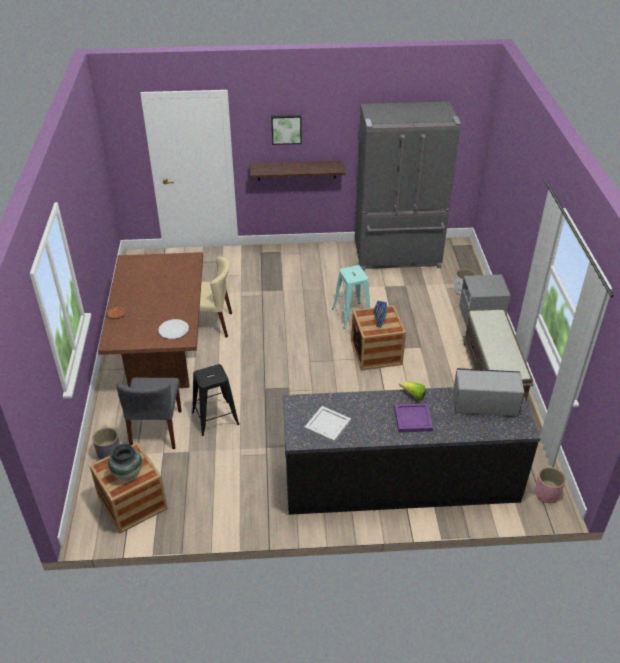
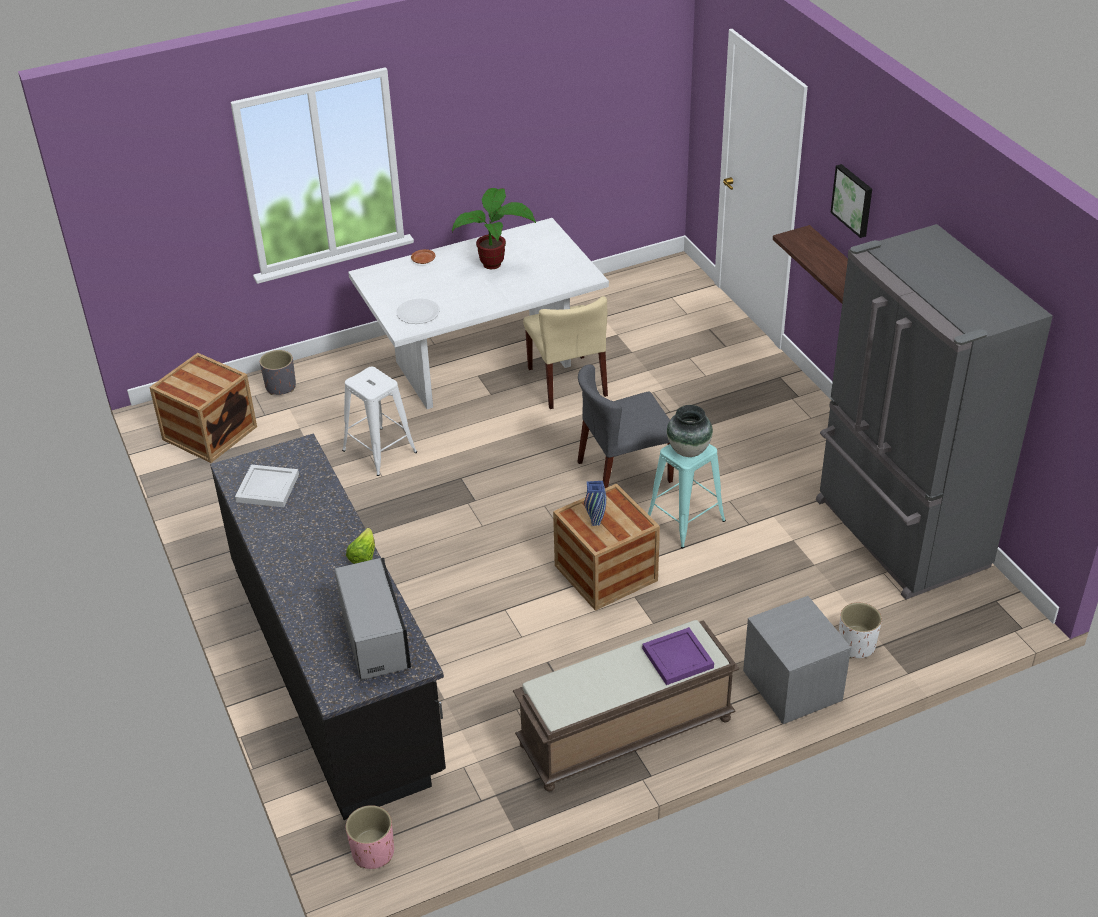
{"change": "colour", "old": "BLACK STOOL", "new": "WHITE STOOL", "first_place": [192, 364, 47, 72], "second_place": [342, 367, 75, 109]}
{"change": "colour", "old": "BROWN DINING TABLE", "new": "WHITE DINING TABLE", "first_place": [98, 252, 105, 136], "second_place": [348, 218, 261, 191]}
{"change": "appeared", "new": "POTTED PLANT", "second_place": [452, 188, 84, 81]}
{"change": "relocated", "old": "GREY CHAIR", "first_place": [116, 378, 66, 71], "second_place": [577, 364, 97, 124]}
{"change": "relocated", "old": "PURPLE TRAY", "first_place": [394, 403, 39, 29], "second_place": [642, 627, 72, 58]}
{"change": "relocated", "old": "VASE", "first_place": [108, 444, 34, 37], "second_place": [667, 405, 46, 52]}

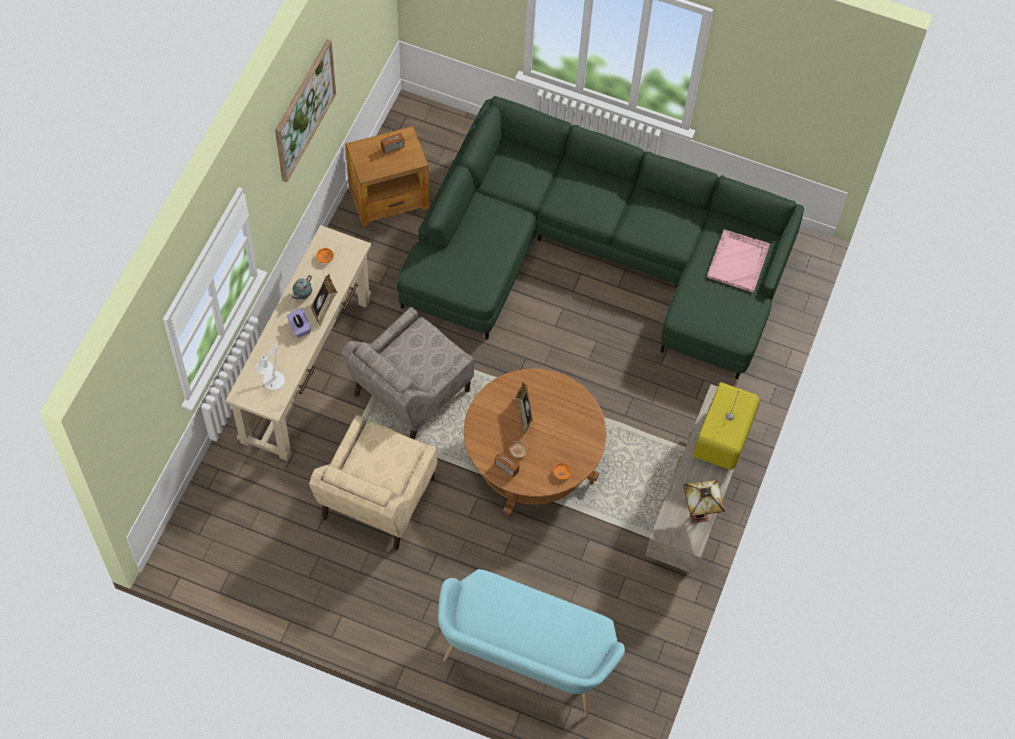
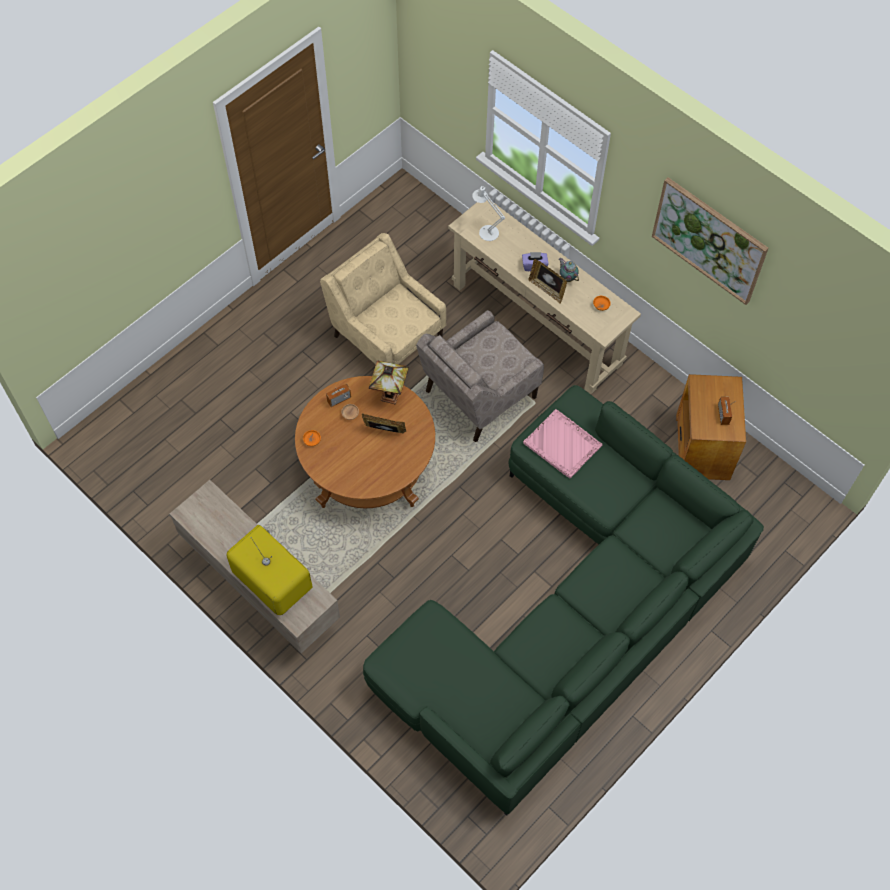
{"change": "relocated", "old": "TABLE LAMP", "first_place": [684, 480, 41, 43], "second_place": [369, 360, 40, 44]}
{"change": "spun", "old": "BEIGE ARMCHAIR", "first_place": [341, 307, 133, 133], "second_place": [416, 310, 128, 132], "degrees": -105}
{"change": "relocated", "old": "PINK TRAY", "first_place": [707, 230, 63, 63], "second_place": [523, 409, 79, 70]}
{"change": "missing", "old": "TURQUOISE BENCH", "first_place": [438, 569, 187, 149]}

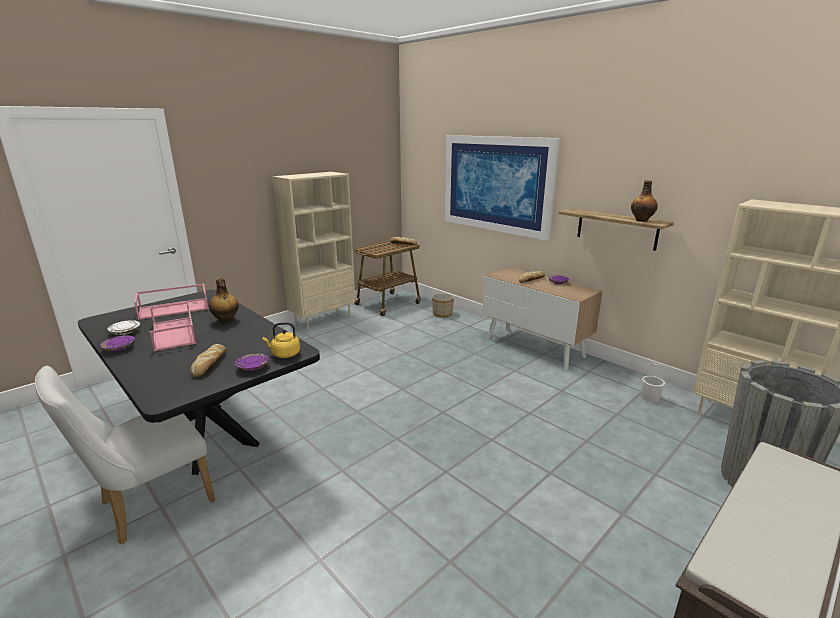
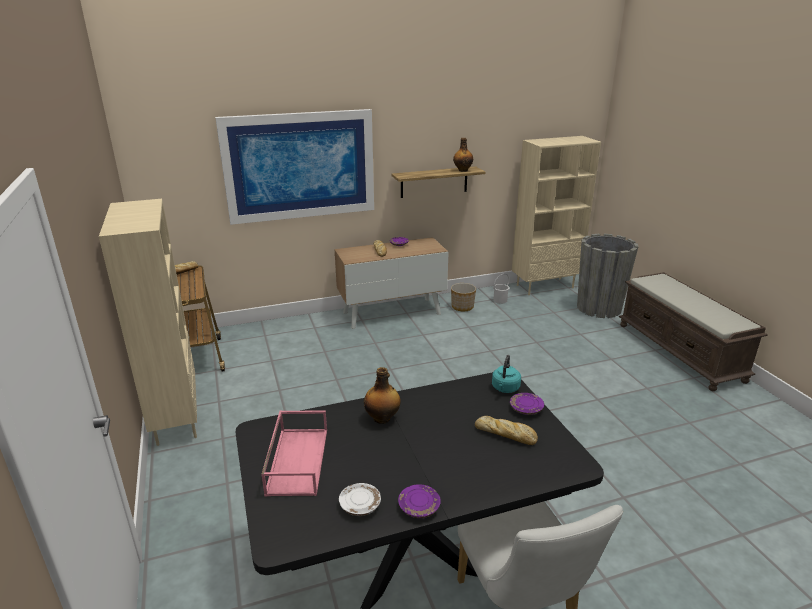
{"change": "relocated", "old": "PLANTER", "first_place": [432, 293, 22, 25], "second_place": [451, 283, 25, 29]}
{"change": "colour", "old": "YELLOW KETTLE", "new": "TURQUOISE KETTLE", "first_place": [263, 322, 37, 36], "second_place": [492, 355, 29, 38]}
{"change": "missing", "old": "PINK TRAY", "first_place": [150, 301, 46, 50]}

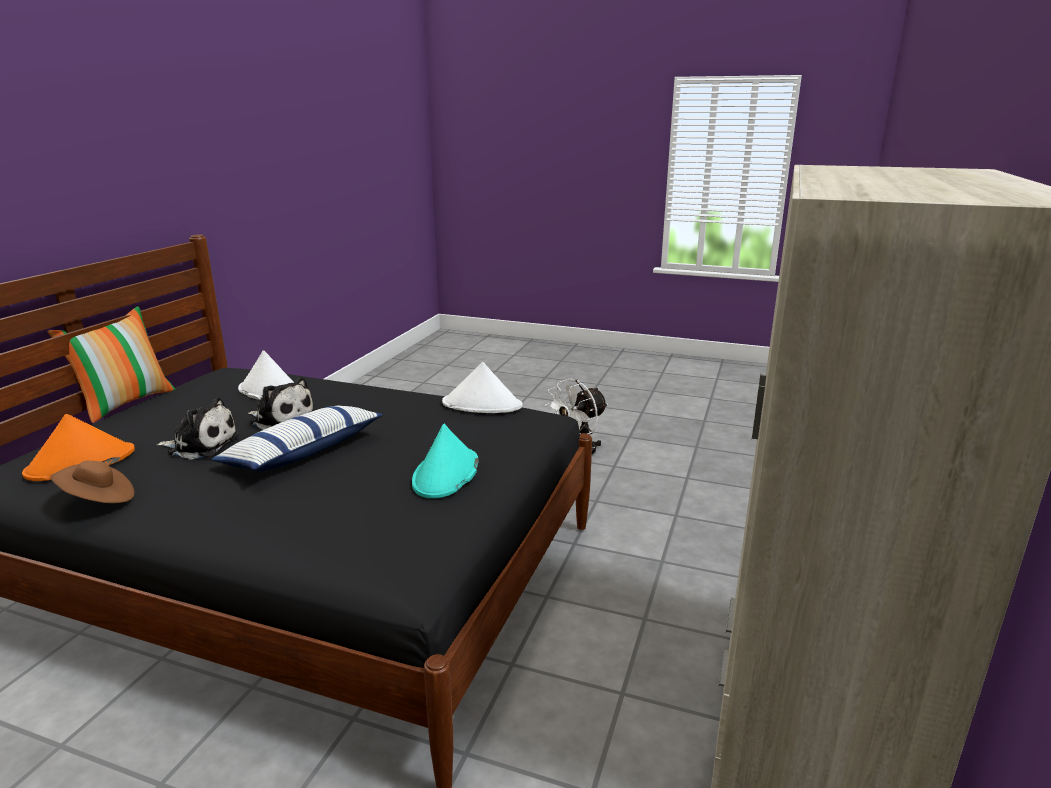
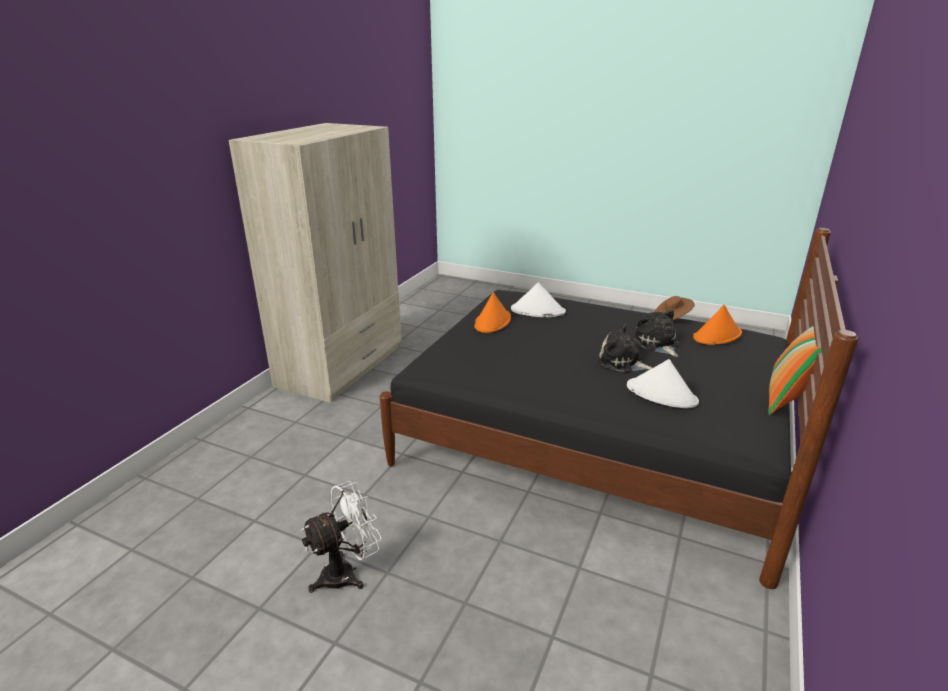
{"change": "colour", "old": "TURQUOISE HAT", "new": "ORANGE HAT", "first_place": [412, 424, 66, 74], "second_place": [474, 292, 37, 41]}
{"change": "relocated", "old": "WHITE HAT", "first_place": [442, 362, 81, 51], "second_place": [511, 282, 55, 35]}
{"change": "spun", "old": "PLUSH TOY", "first_place": [156, 397, 83, 63], "second_place": [634, 310, 46, 47], "degrees": 60}
{"change": "missing", "old": "PILLOW", "first_place": [211, 406, 172, 66]}

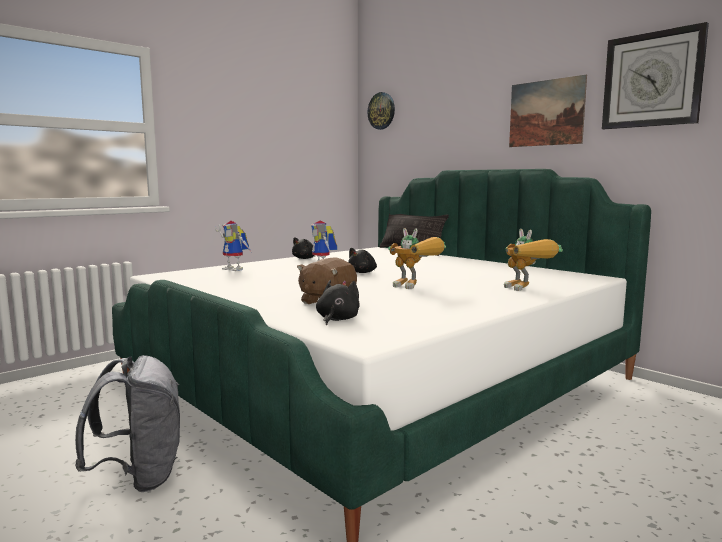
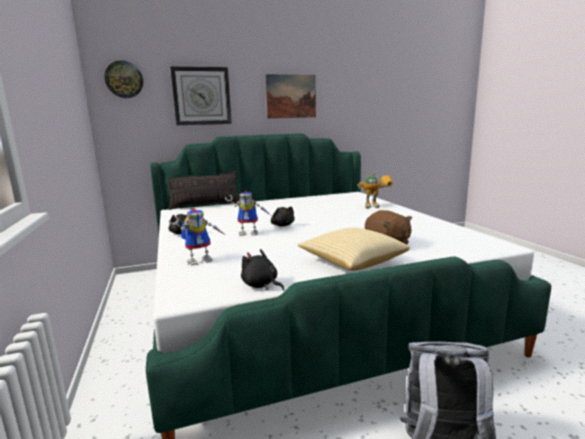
{"change": "relocated", "old": "WALL CLOCK", "first_place": [602, 22, 107, 107], "second_place": [170, 66, 62, 59]}
{"change": "relocated", "old": "BLACK PLUSH TOY", "first_place": [316, 280, 44, 45], "second_place": [241, 249, 43, 41]}
{"change": "appeared", "new": "PILLOW", "second_place": [298, 228, 112, 43]}
{"change": "missing", "old": "TOY ROBOT", "first_place": [388, 228, 58, 61]}

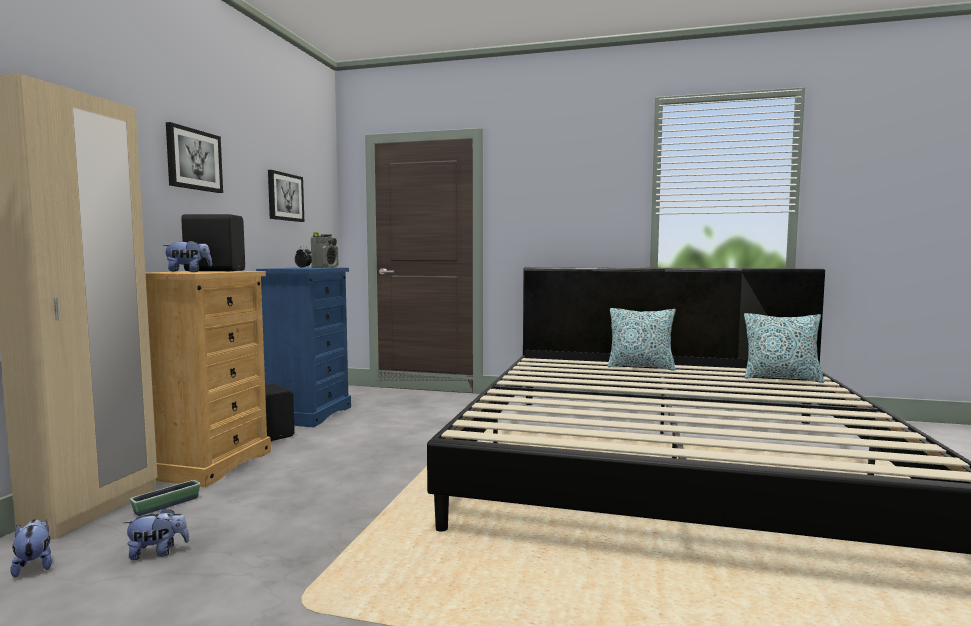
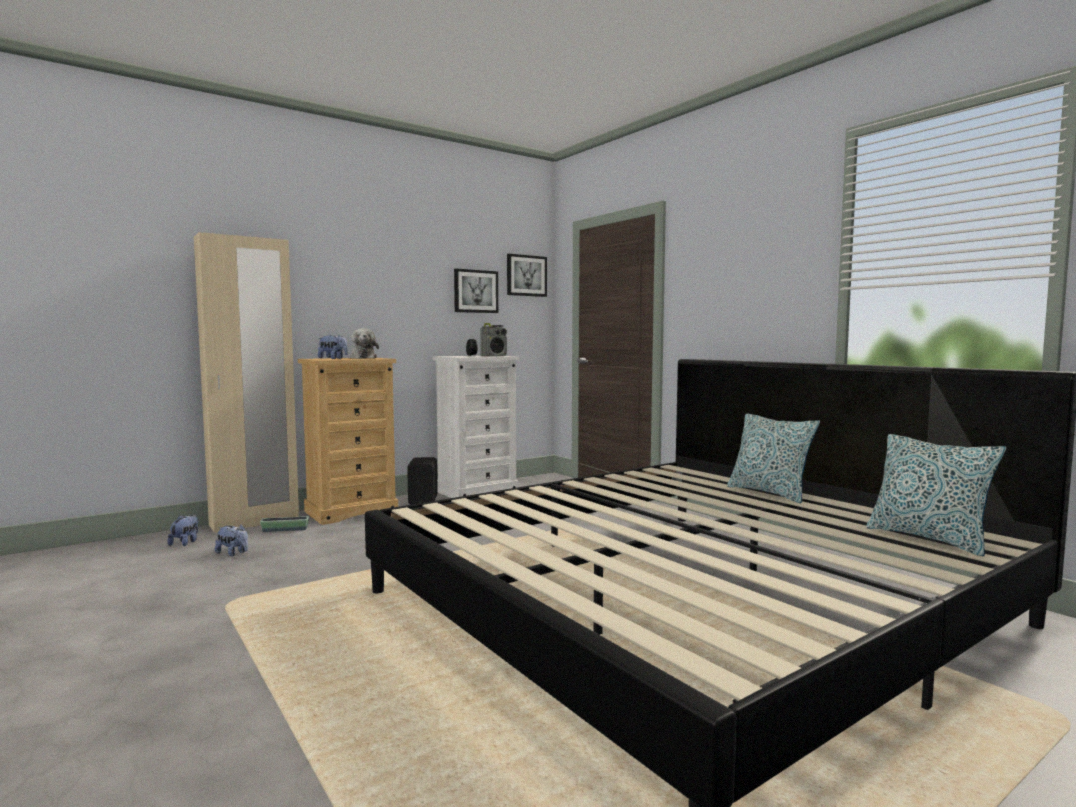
{"change": "exchanged", "old": "BLACK SPEAKER", "new": "PLUSH TOY", "first_place": [181, 214, 64, 57], "second_place": [349, 328, 30, 31]}
{"change": "colour", "old": "BLUE DRESSER", "new": "WHITE DRESSER", "first_place": [256, 267, 95, 160], "second_place": [432, 356, 87, 142]}
{"change": "relocated", "old": "PICTURE", "first_place": [166, 122, 57, 71], "second_place": [507, 254, 40, 43]}

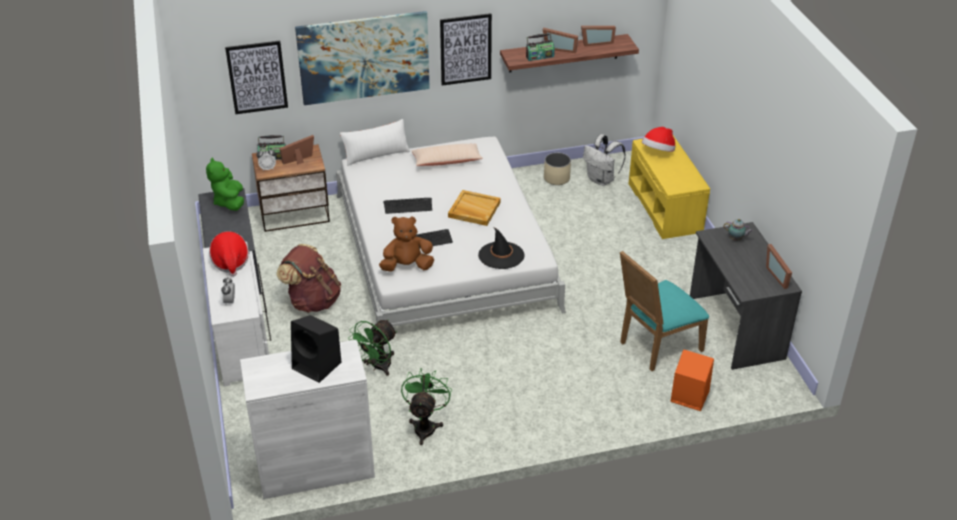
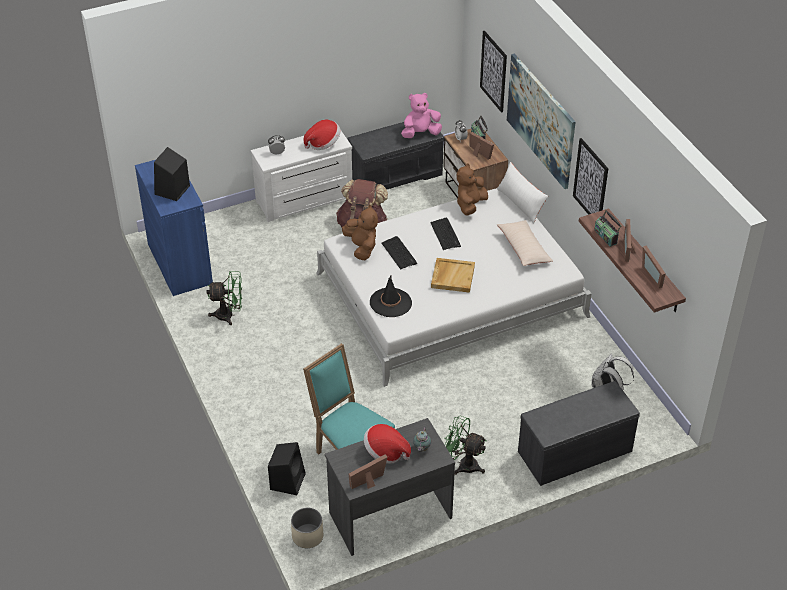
{"change": "colour", "old": "WHITE CABINET", "new": "BLUE CABINET", "first_place": [240, 340, 135, 159], "second_place": [135, 160, 78, 136]}
{"change": "colour", "old": "ORANGE SPEAKER", "new": "BLACK SPEAKER", "first_place": [671, 350, 43, 61], "second_place": [268, 442, 38, 53]}
{"change": "relocated", "old": "BEIGE PLANTER", "first_place": [544, 153, 27, 32], "second_place": [291, 507, 32, 41]}
{"change": "relocated", "old": "HAT", "first_place": [642, 127, 34, 25], "second_place": [364, 424, 47, 39]}
{"change": "colour", "old": "GREEN PLUSH TOY", "new": "PINK PLUSH TOY", "first_place": [206, 158, 38, 53], "second_place": [401, 93, 41, 45]}
{"change": "relocated", "old": "GREEN FAN", "first_place": [348, 319, 49, 57], "second_place": [445, 416, 42, 59]}
{"change": "appeared", "new": "BROWN PLUSH TOY", "second_place": [457, 163, 31, 53]}
{"change": "colour", "old": "YELLOW BENCH", "new": "GREY BENCH", "first_place": [629, 135, 81, 104], "second_place": [518, 381, 122, 105]}

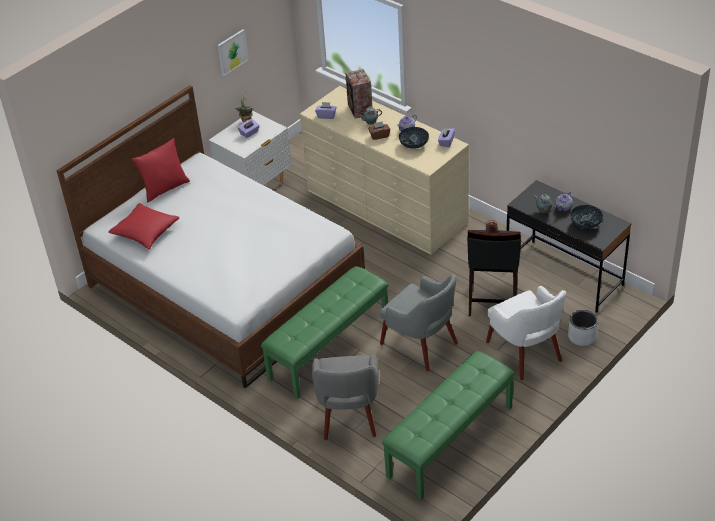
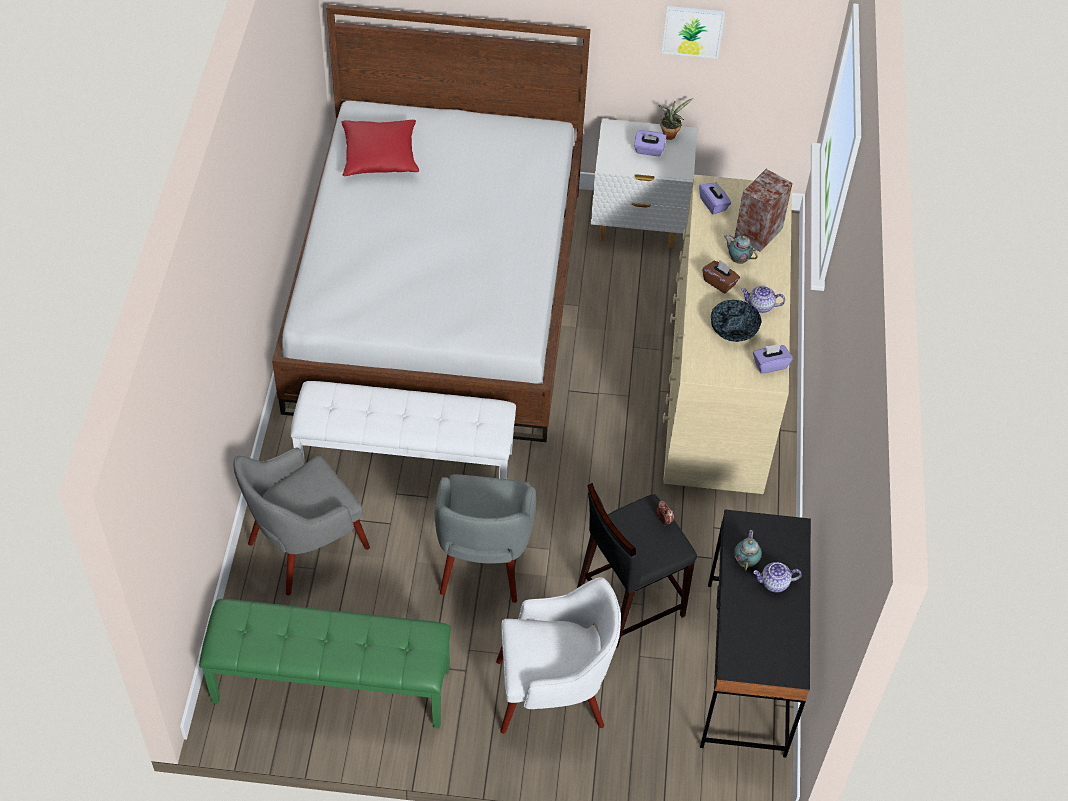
{"change": "colour", "old": "GREEN BENCH", "new": "WHITE BENCH", "first_place": [261, 266, 128, 133], "second_place": [290, 381, 226, 98]}
{"change": "spun", "old": "WHITE ARMCHAIR", "first_place": [486, 286, 80, 94], "second_place": [496, 577, 125, 157], "degrees": -120}
{"change": "missing", "old": "RED PILLOW", "first_place": [132, 138, 58, 64]}
{"change": "missing", "old": "GREY PLANTER", "first_place": [568, 310, 30, 36]}
{"change": "missing", "old": "BOWL", "first_place": [570, 205, 33, 24]}

